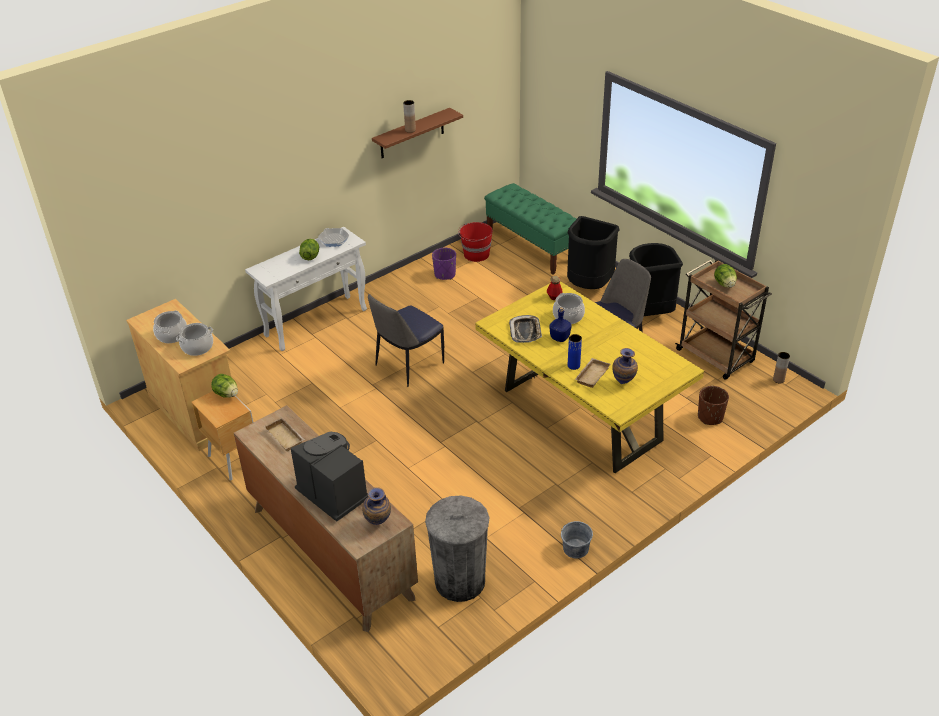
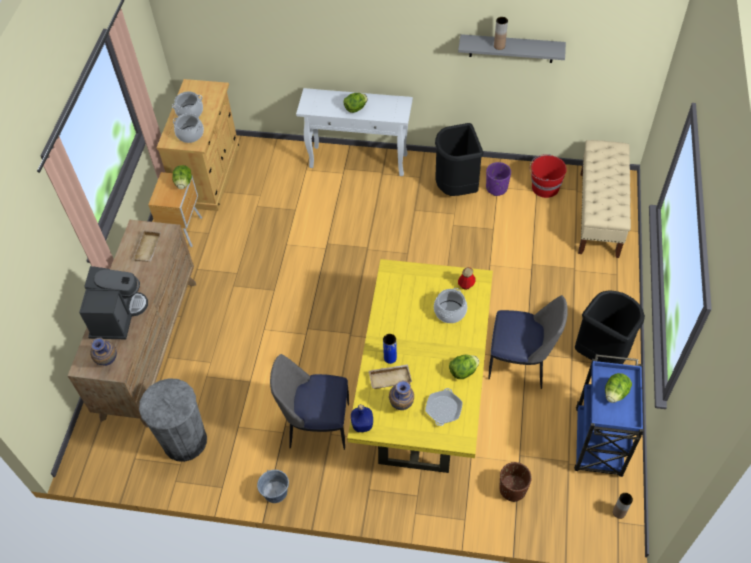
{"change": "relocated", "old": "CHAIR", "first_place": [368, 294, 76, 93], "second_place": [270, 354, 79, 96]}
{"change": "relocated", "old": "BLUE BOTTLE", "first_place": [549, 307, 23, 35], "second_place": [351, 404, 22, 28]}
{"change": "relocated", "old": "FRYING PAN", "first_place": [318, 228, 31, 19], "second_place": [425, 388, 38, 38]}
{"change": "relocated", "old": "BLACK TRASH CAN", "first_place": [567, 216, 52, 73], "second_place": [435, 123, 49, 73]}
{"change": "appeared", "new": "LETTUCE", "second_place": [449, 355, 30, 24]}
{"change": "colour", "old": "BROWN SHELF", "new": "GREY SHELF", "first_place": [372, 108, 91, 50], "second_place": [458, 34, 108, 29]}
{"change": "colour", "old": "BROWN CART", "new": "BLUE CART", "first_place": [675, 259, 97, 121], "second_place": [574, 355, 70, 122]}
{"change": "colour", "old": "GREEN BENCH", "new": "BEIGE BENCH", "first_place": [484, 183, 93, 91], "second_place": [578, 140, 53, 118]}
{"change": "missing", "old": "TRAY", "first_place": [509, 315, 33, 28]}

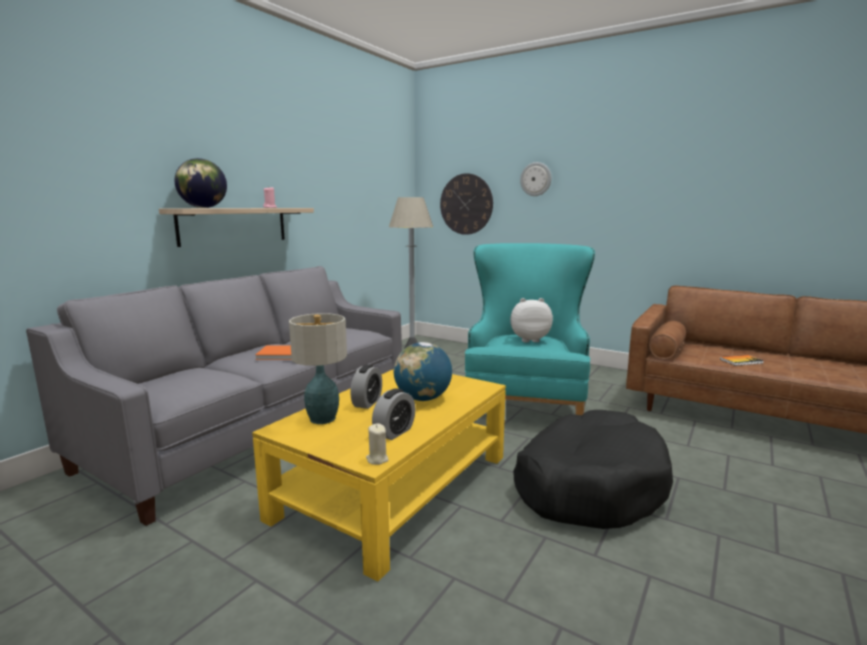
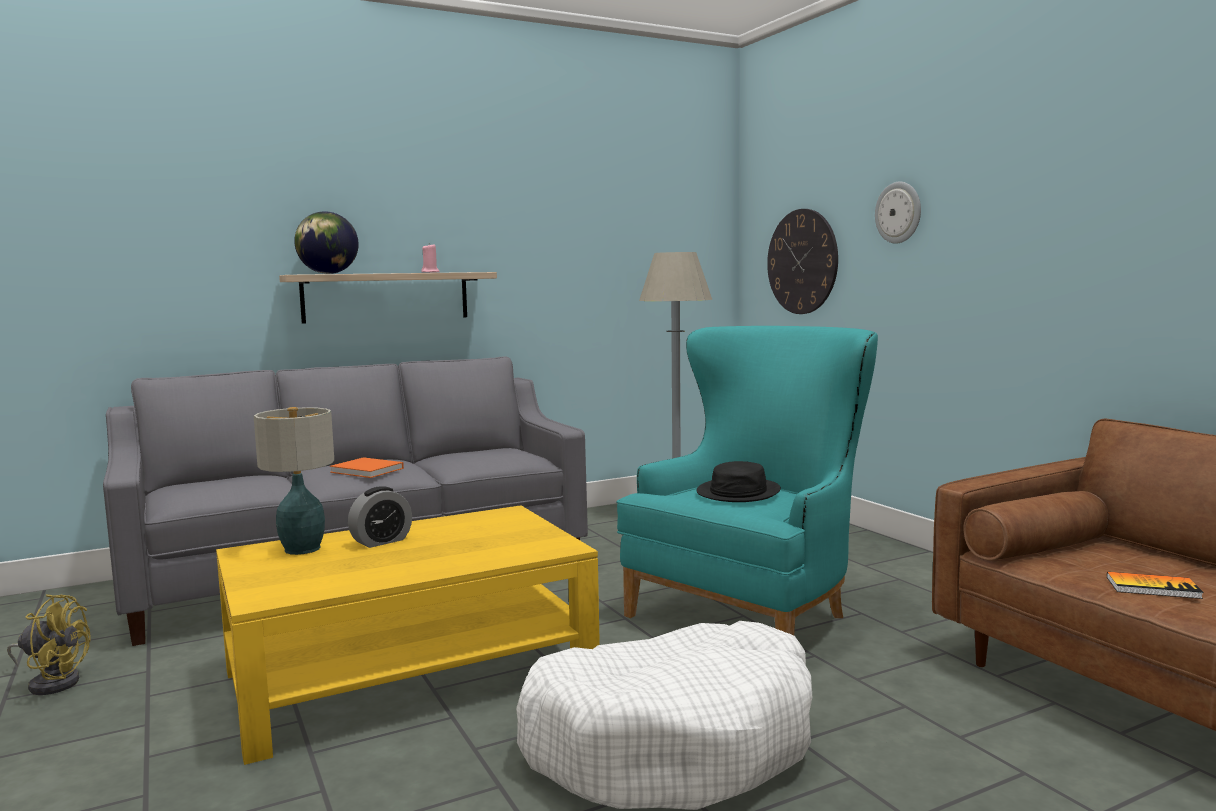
{"change": "appeared", "new": "YELLOW FAN", "second_place": [7, 594, 83, 101]}
{"change": "colour", "old": "BLACK DOG BED", "new": "WHITE DOG BED", "first_place": [513, 410, 160, 119], "second_place": [516, 621, 296, 189]}
{"change": "exchanged", "old": "PLUSH TOY", "new": "BLACK HAT", "first_place": [510, 298, 43, 44], "second_place": [696, 461, 85, 41]}
{"change": "missing", "old": "BEIGE CANDLE", "first_place": [366, 423, 23, 42]}
{"change": "missing", "old": "ALARM CLOCK", "first_place": [372, 388, 43, 52]}
{"change": "missing", "old": "GLOBE", "first_place": [394, 342, 58, 59]}

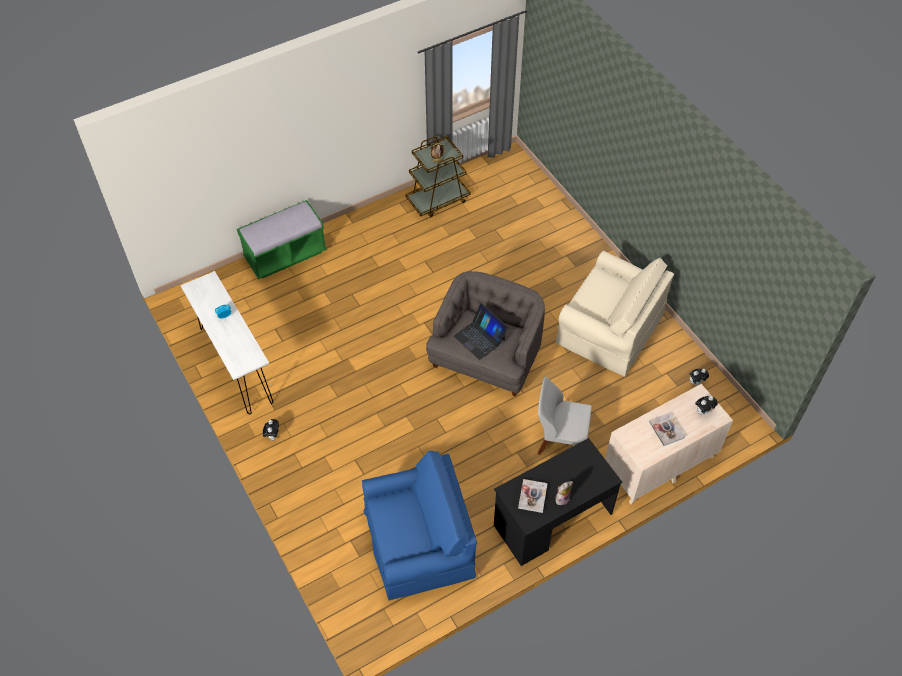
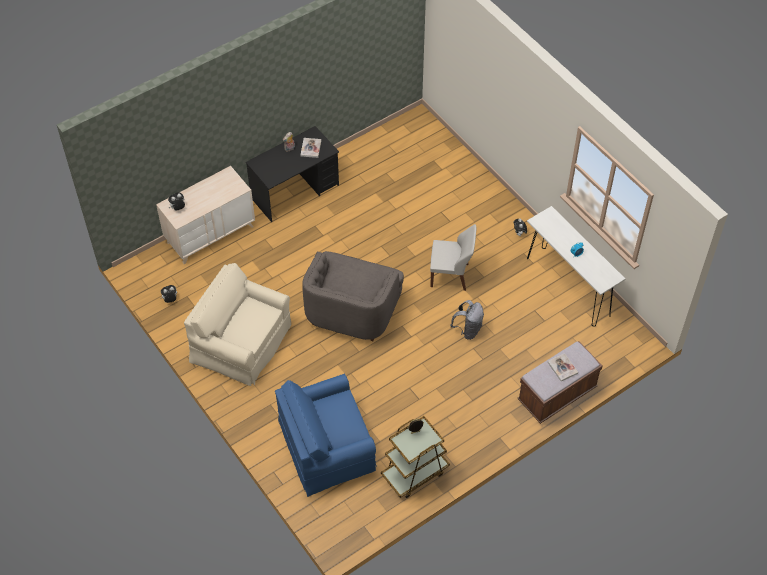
{"change": "relocated", "old": "BLUE ARMCHAIR", "first_place": [362, 451, 115, 150], "second_place": [275, 374, 102, 123]}
{"change": "relocated", "old": "WHITE CHAIR", "first_place": [538, 376, 54, 79], "second_place": [430, 224, 46, 67]}
{"change": "appeared", "new": "GREY BACKPACK", "second_place": [450, 300, 34, 40]}
{"change": "colour", "old": "GREEN BENCH", "new": "BROWN BENCH", "first_place": [237, 200, 90, 79], "second_place": [517, 341, 86, 83]}
{"change": "relocated", "old": "BOOK", "first_place": [649, 413, 36, 33], "second_place": [548, 353, 30, 28]}
{"change": "missing", "old": "LAPTOP", "first_place": [454, 303, 54, 57]}

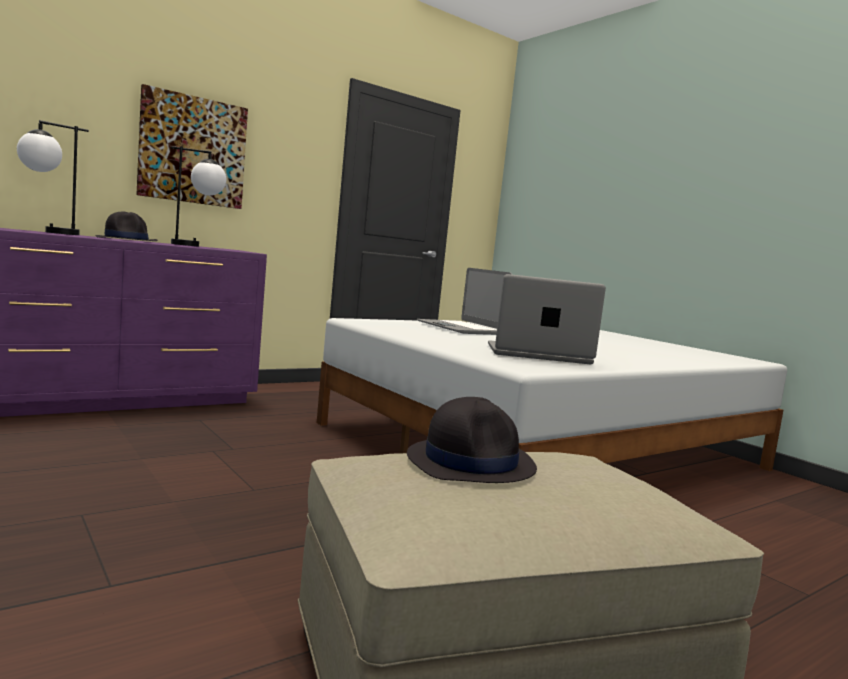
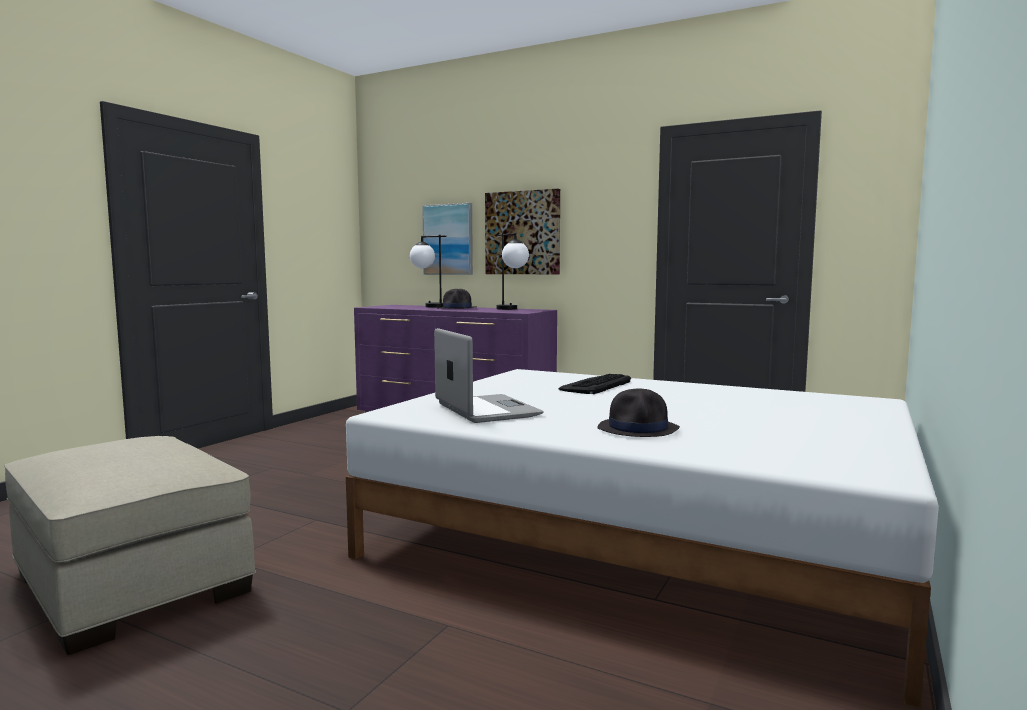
{"change": "appeared", "new": "PICTURE", "second_place": [422, 203, 51, 72]}
{"change": "exchanged", "old": "LAPTOP", "new": "KEYBOARD", "first_place": [417, 268, 95, 67], "second_place": [558, 374, 73, 20]}
{"change": "relocated", "old": "BLACK HAT", "first_place": [407, 397, 130, 86], "second_place": [597, 389, 83, 48]}

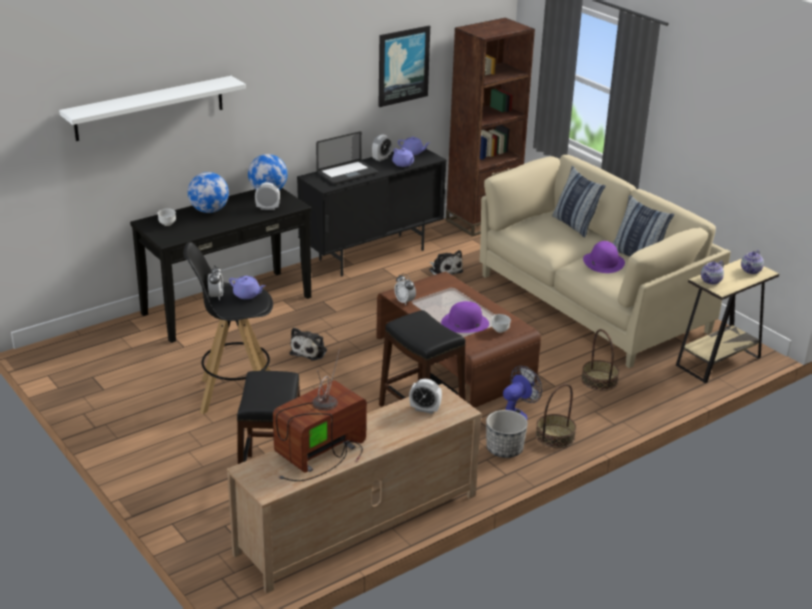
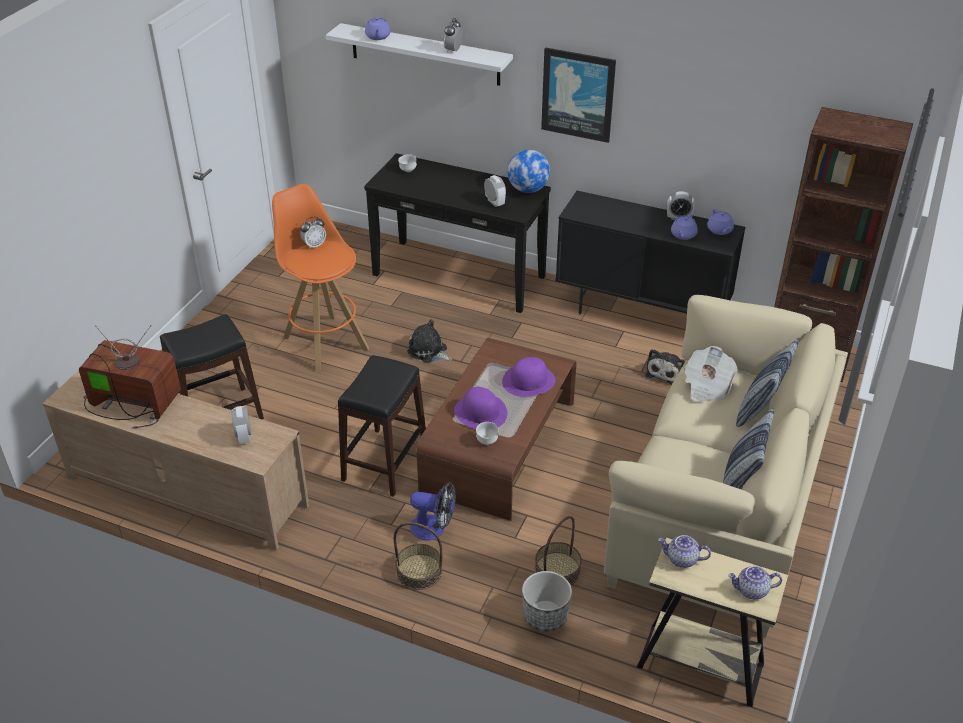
{"change": "colour", "old": "BLACK STOOL", "new": "ORANGE STOOL", "first_place": [183, 242, 90, 172], "second_place": [272, 184, 97, 188]}
{"change": "relocated", "old": "PURPLE TEAPOT", "first_place": [229, 276, 36, 23], "second_place": [365, 17, 25, 23]}
{"change": "spun", "old": "PLUSH TOY", "first_place": [290, 327, 37, 34], "second_place": [407, 319, 45, 44], "degrees": 45}
{"change": "relocated", "old": "ALARM CLOCK", "first_place": [394, 274, 22, 31], "second_place": [444, 18, 19, 35]}
{"change": "relocated", "old": "PURPLE HAT", "first_place": [583, 241, 42, 32], "second_place": [502, 357, 53, 40]}
{"change": "relocated", "old": "PLANTER", "first_place": [486, 410, 42, 48], "second_place": [522, 571, 50, 61]}
{"change": "relocated", "old": "PICTURE", "first_place": [378, 26, 52, 81], "second_place": [541, 47, 75, 96]}
{"change": "appeared", "new": "NEWSPAPER", "second_place": [684, 346, 54, 56]}
{"change": "missing", "old": "GLOBE", "first_place": [188, 172, 41, 41]}
{"change": "missing", "old": "LAPTOP", "first_place": [316, 131, 62, 54]}

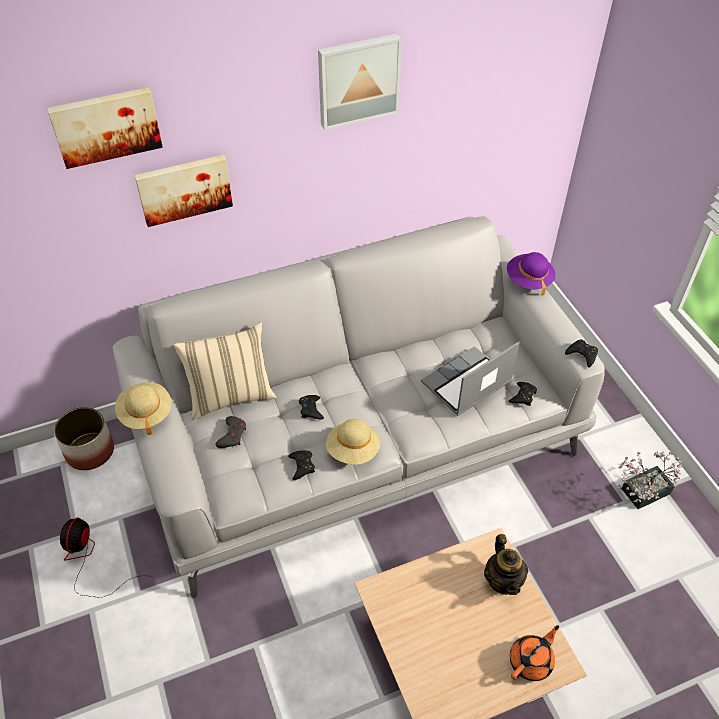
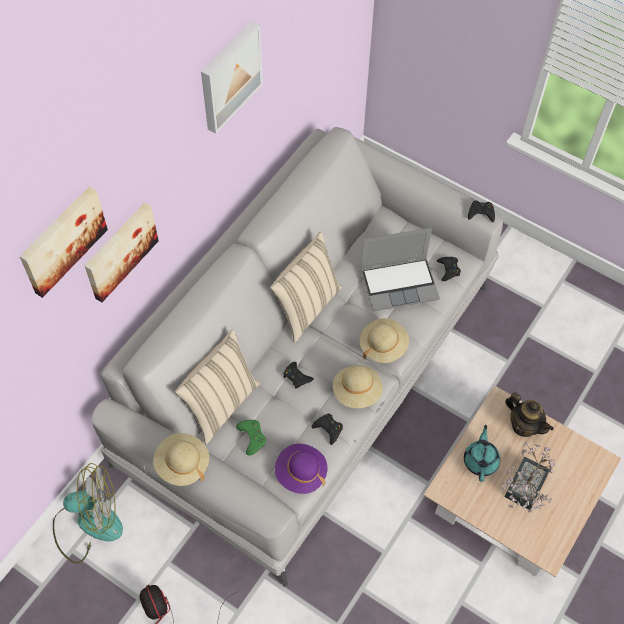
{"change": "exchanged", "old": "PLANTER", "new": "FAN", "first_place": [54, 407, 60, 63], "second_place": [53, 463, 70, 101]}
{"change": "colour", "old": "GREY GAME CONTROLLER", "new": "GREEN GAME CONTROLLER", "first_place": [215, 416, 31, 32], "second_place": [236, 420, 30, 35]}
{"change": "appeared", "new": "BEIGE PILLOW", "second_place": [270, 232, 72, 111]}
{"change": "relocated", "old": "PURPLE HAT", "first_place": [507, 252, 49, 44], "second_place": [275, 444, 52, 50]}
{"change": "appeared", "new": "BEIGE HAT", "second_place": [359, 318, 50, 45]}
{"change": "spun", "old": "LAPTOP", "first_place": [421, 341, 99, 75], "second_place": [361, 228, 79, 84], "degrees": -120}
{"change": "appeared", "new": "TURQUOISE TEAPOT", "second_place": [464, 425, 36, 57]}
{"change": "relocated", "old": "POTTED PLANT", "first_place": [618, 451, 64, 58], "second_place": [501, 442, 54, 70]}
{"change": "missing", "old": "ORANGE TEAPOT", "first_place": [510, 625, 49, 56]}

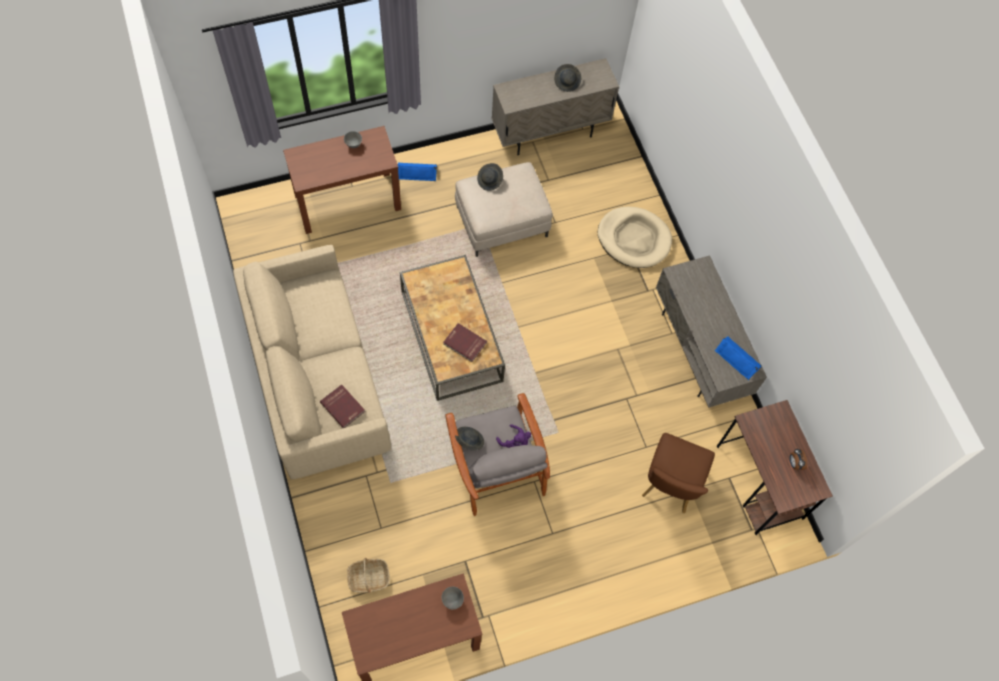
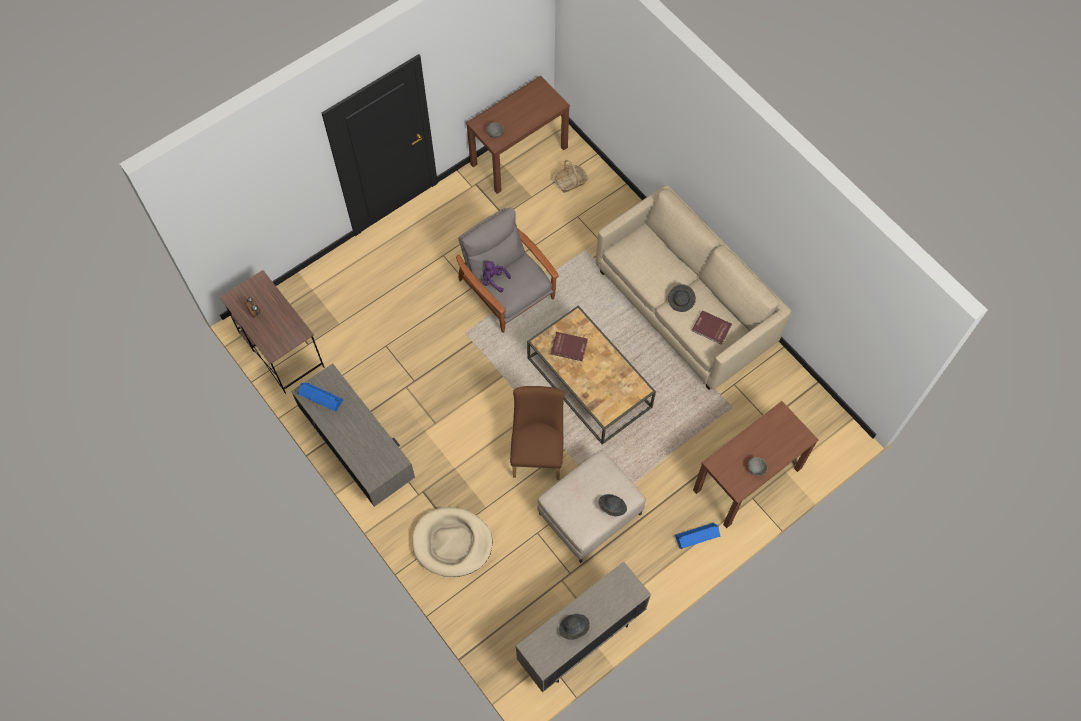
{"change": "relocated", "old": "BROWN CHAIR", "first_place": [642, 433, 73, 80], "second_place": [510, 386, 55, 94]}
{"change": "relocated", "old": "GREY HAT", "first_place": [455, 427, 29, 23], "second_place": [668, 284, 28, 28]}
{"change": "relocated", "old": "RED BOOK", "first_place": [320, 384, 45, 44], "second_place": [692, 310, 40, 35]}

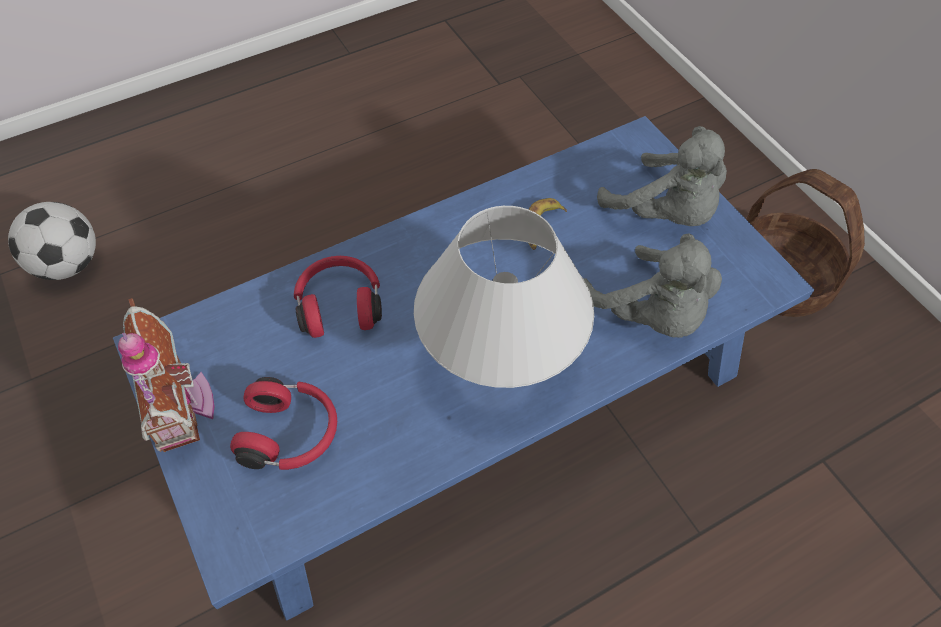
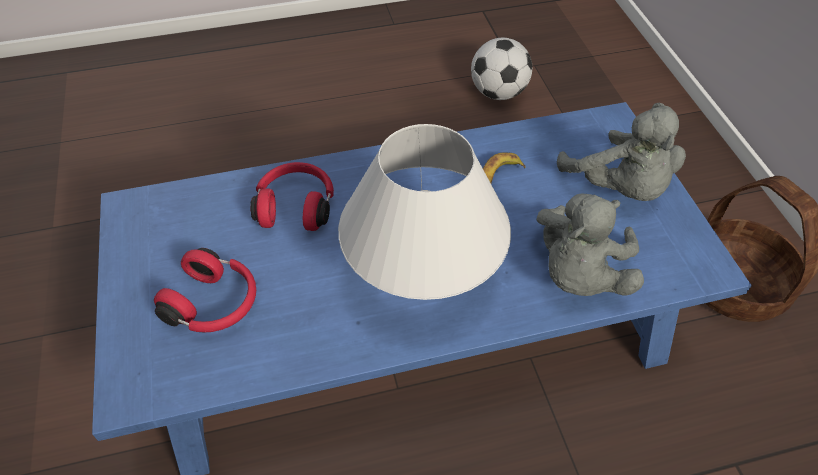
{"change": "relocated", "old": "FOOTBALL", "first_place": [8, 202, 88, 78], "second_place": [471, 38, 61, 62]}
{"change": "spun", "old": "GREY PLUSH TOY", "first_place": [584, 233, 138, 105], "second_place": [536, 193, 108, 103], "degrees": 45}
{"change": "missing", "old": "TOY HOUSE", "first_place": [118, 298, 96, 154]}

